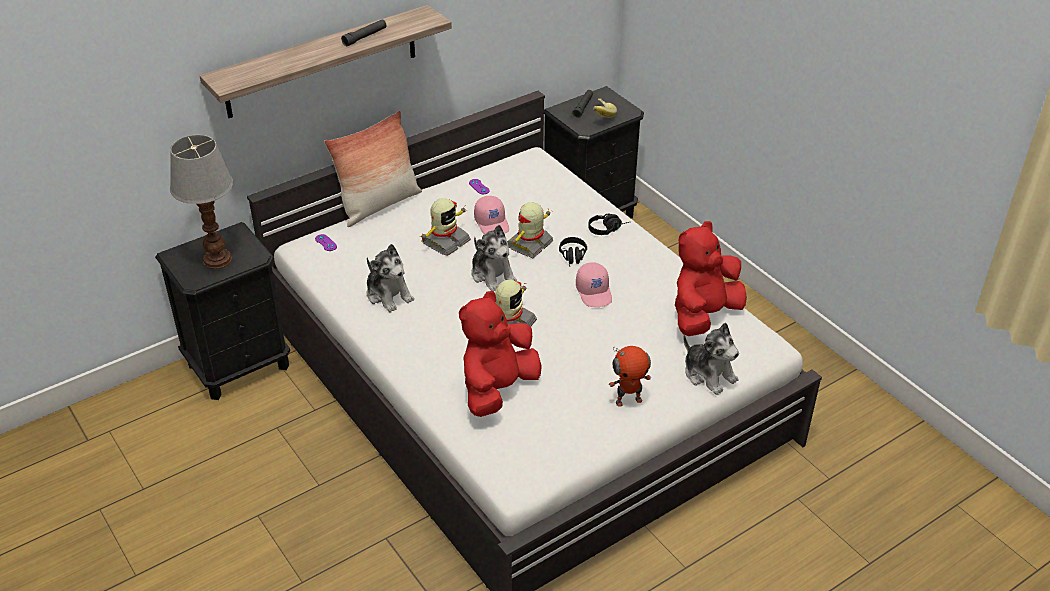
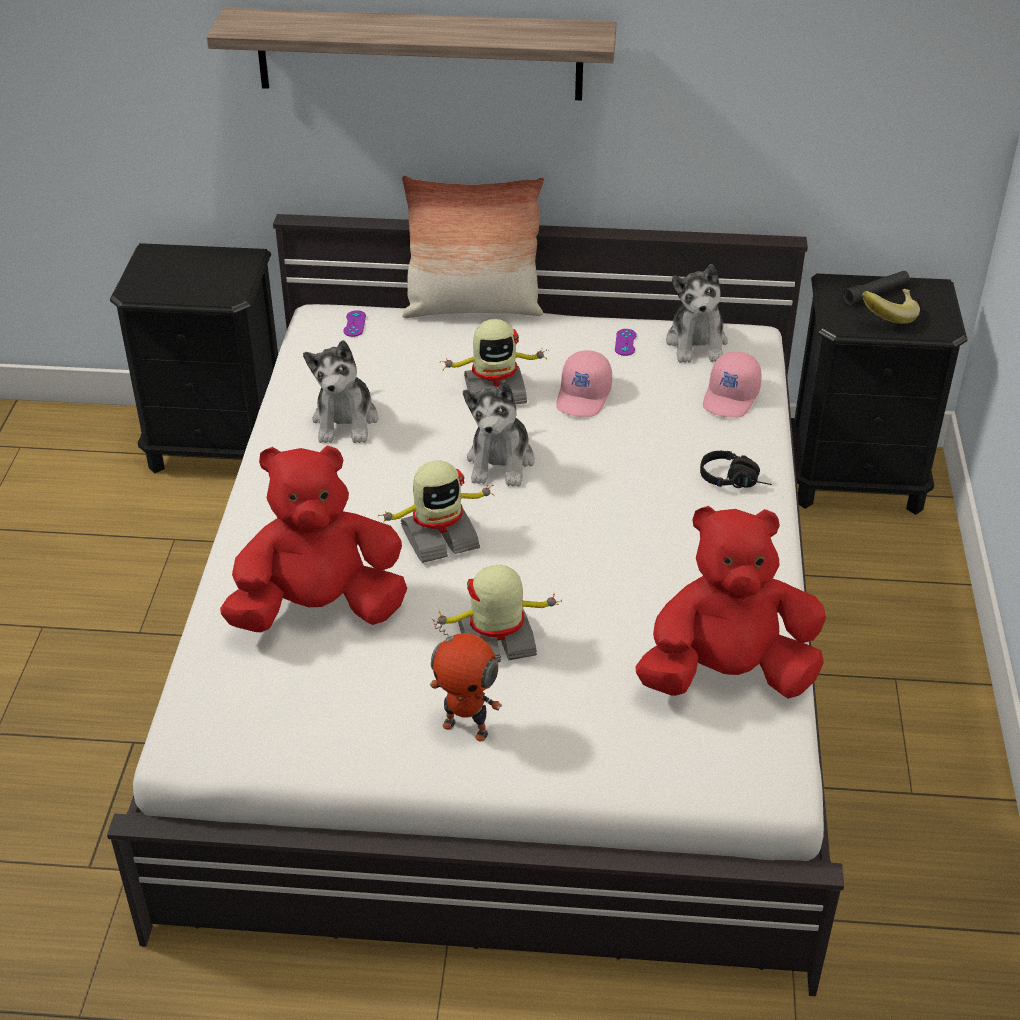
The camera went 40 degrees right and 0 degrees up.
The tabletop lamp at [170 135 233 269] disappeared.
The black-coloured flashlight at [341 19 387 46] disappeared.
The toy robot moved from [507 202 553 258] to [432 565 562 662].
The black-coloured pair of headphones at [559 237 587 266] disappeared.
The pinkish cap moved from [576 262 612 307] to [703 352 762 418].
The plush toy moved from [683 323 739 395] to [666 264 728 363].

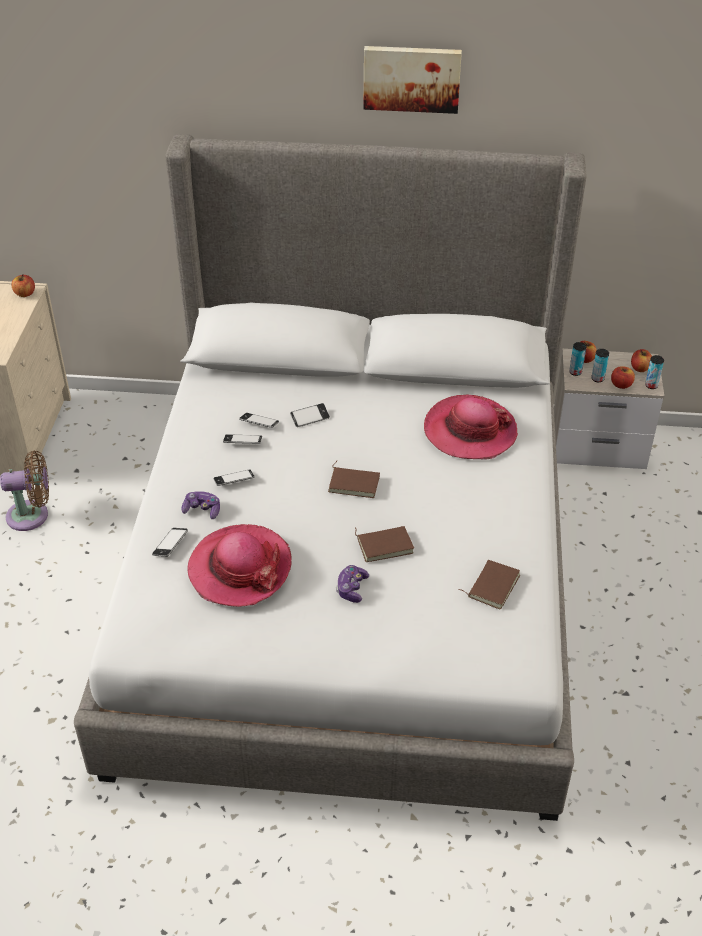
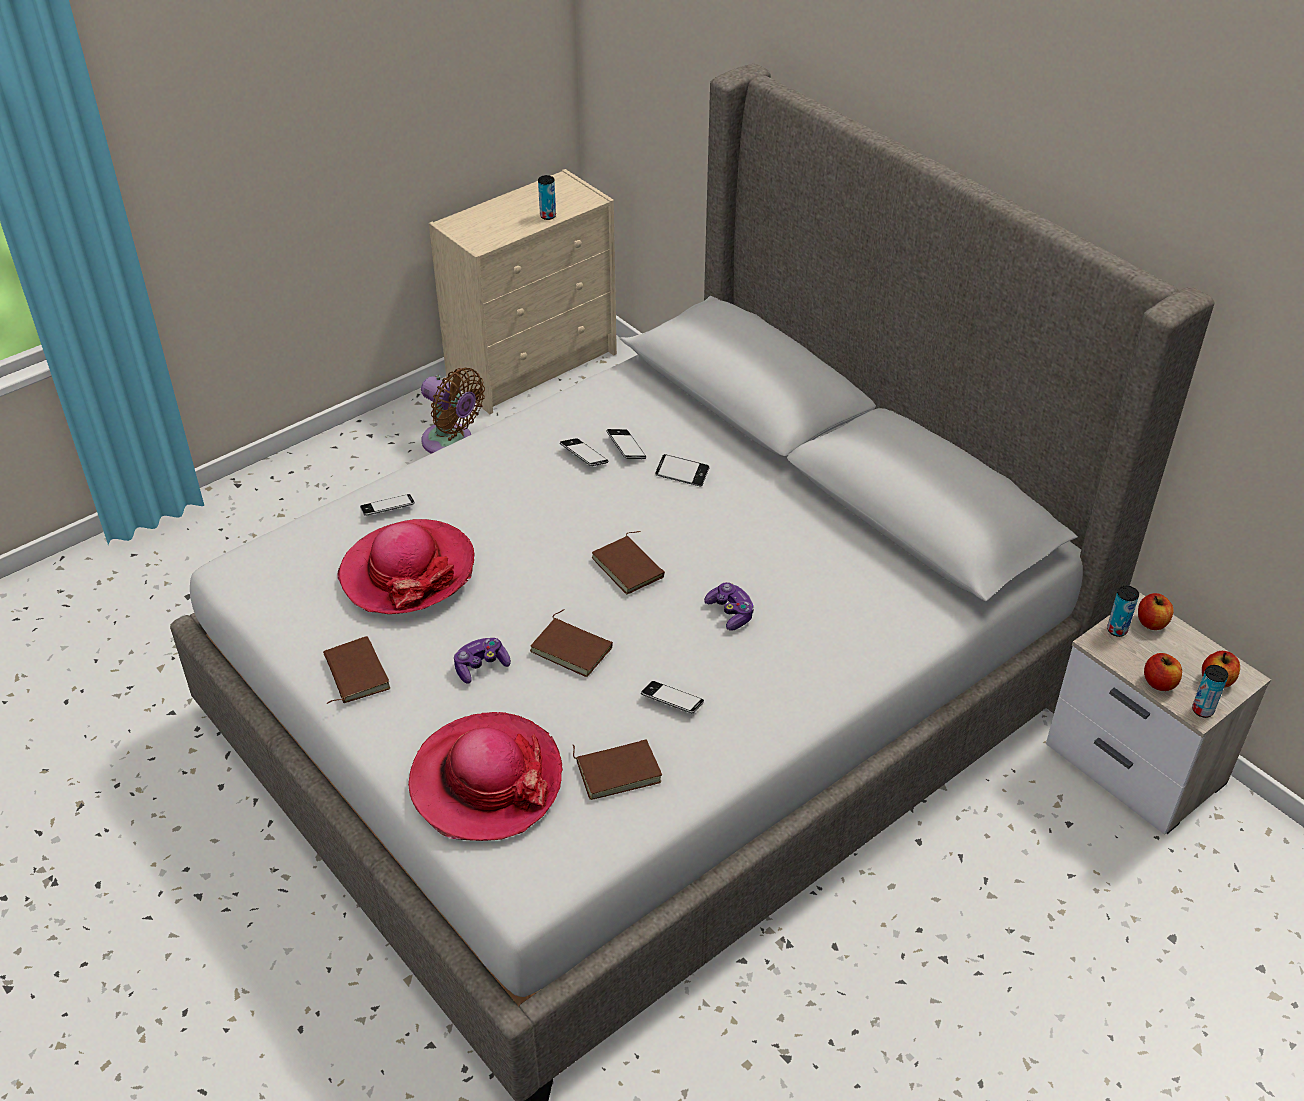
The camera went 45 degrees right and 0 degrees up.
The whole apple at [12 274 35 297] disappeared.
The gamepad moved from [182 491 220 519] to [704 582 754 631].
The telephone moved from [214 470 255 486] to [641 681 704 713].
The wall art at [364 46 462 114] disappeared.
The wearable hat moved from [424 395 518 459] to [408 712 563 841].
The can moved from [592 349 609 382] to [538 175 556 220].
The brownish book at [323 636 390 704] appeared.

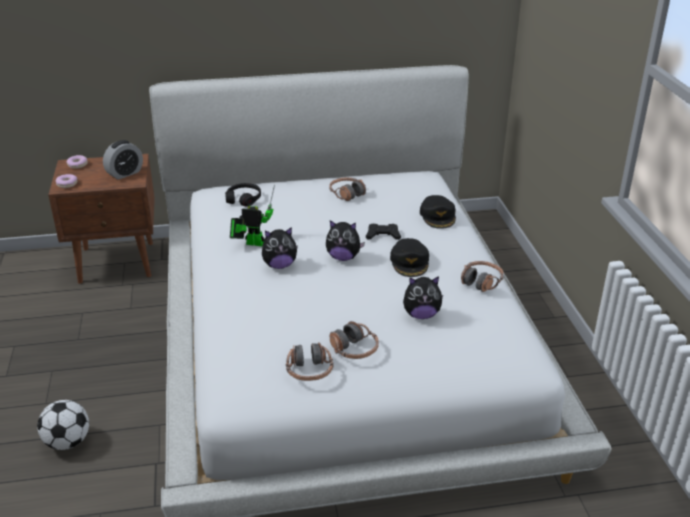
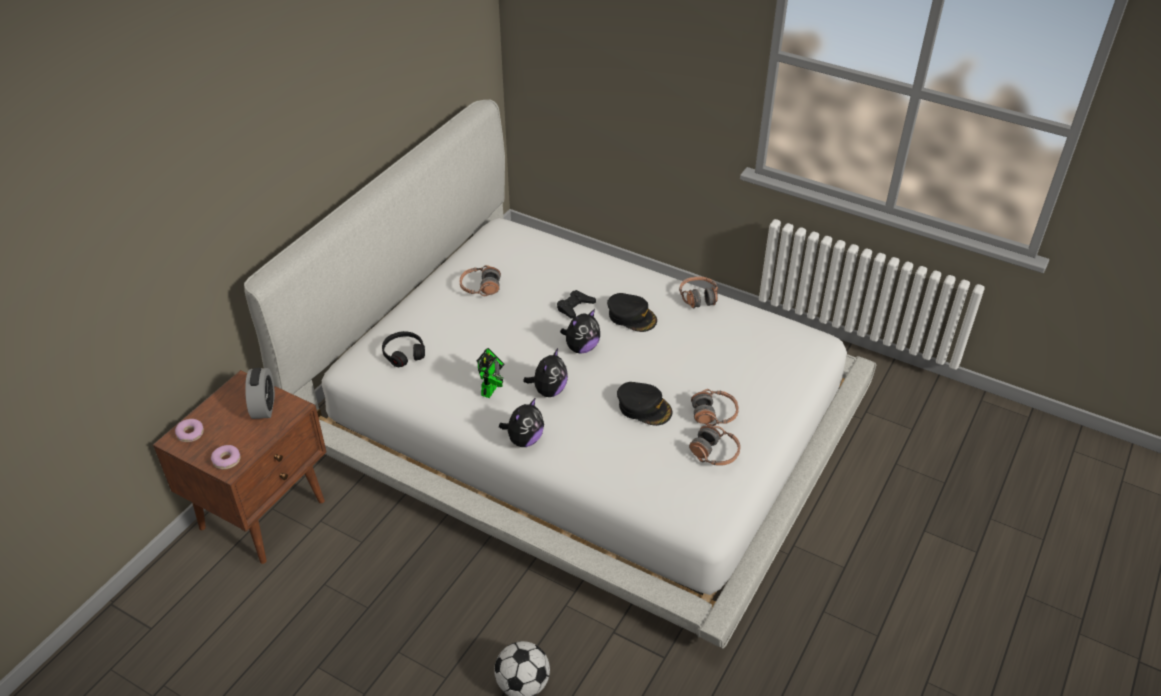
The camera went 50 degrees left and 10 degrees up.
The toy robot at [230 184 275 246] turned 150 degrees clockwise.
The plush toy moved from [403 276 443 319] to [499 397 544 447].
The black-coloured cap moved from [420 195 456 229] to [617 382 672 426].

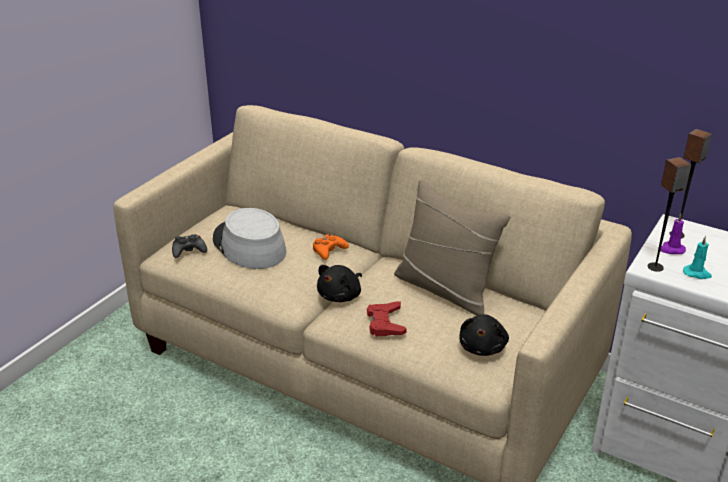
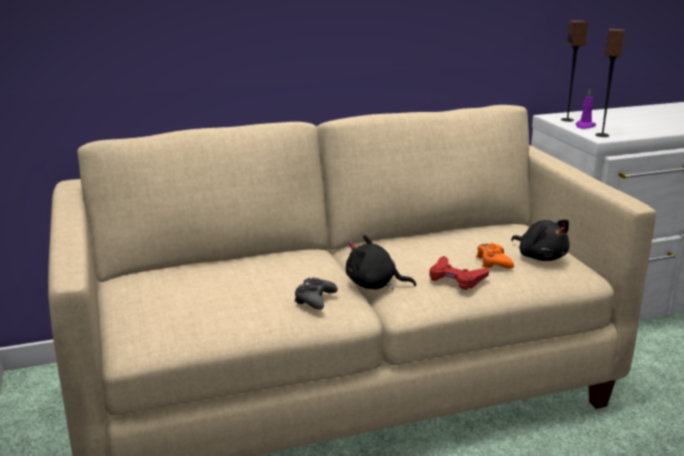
The camera went 50 degrees left and 10 degrees down.
The black-coloured gamepad moved from [172 234 207 258] to [294 278 338 310].
The greyish wearable hat at [213 208 286 269] disappeared.
The orange-coloured gamepad moved from [313 234 349 260] to [476 243 514 269].
The black-coloured plush toy at [317 265 362 302] turned 120 degrees clockwise.
The beige-coloured pillow at [394 181 510 315] disappeared.
The blue-green wax candle at [683 236 712 279] disappeared.

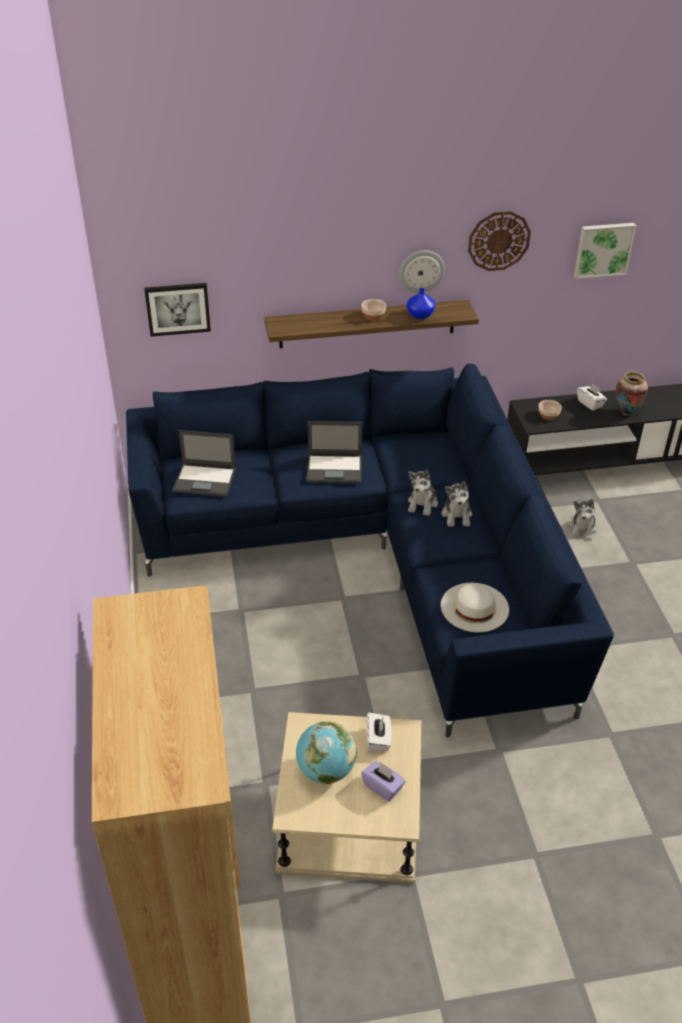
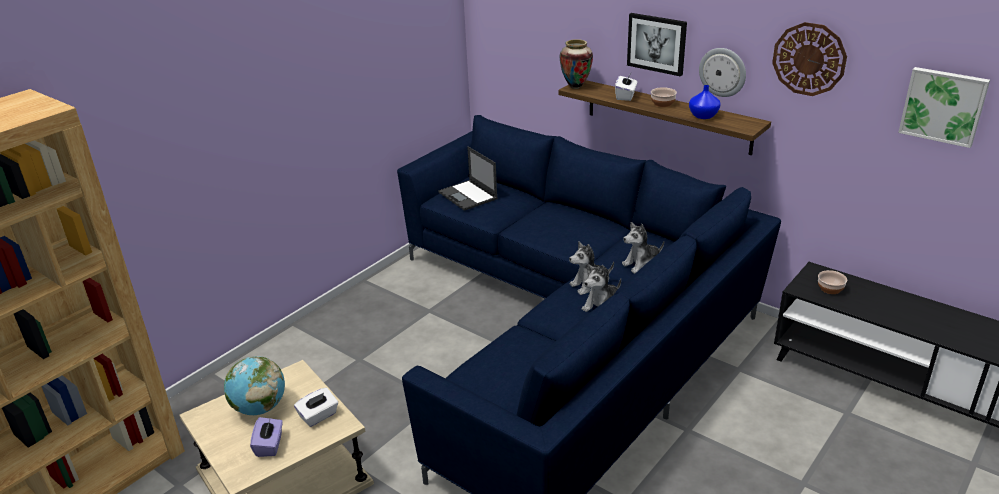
The camera went 50 degrees right and 10 degrees down.
The wall art moved from [144 283 211 337] to [627 13 687 76].
The portable computer at [306 421 363 483] disappeared.
The white wearable hat at [441 583 509 632] disappeared.
The plush toy moved from [569 499 597 540] to [622 222 664 274].
The white tissue holder moved from [577 383 607 411] to [615 73 637 101].
The vase moved from [616 371 648 416] to [559 39 593 89].

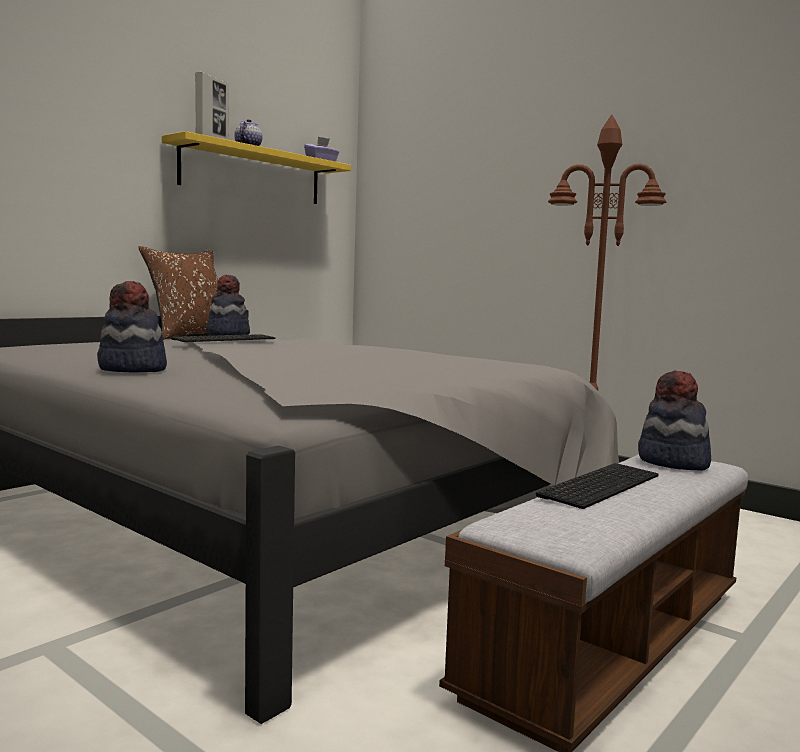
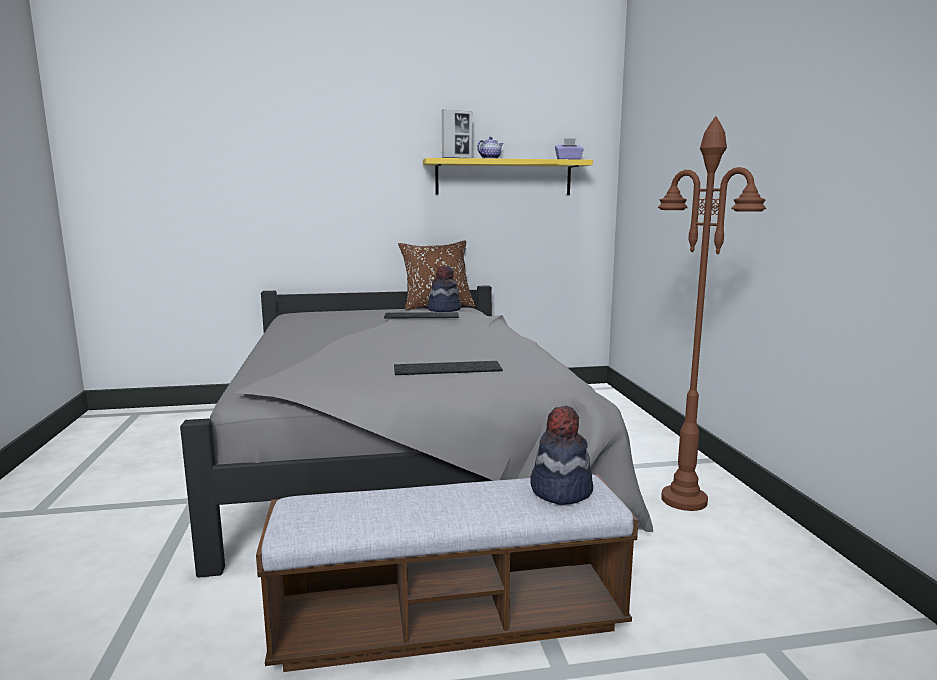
The camera went 40 degrees right and 5 degrees up.
The wearable hat at [97 281 167 372] disappeared.
The keyboard moved from [536 463 659 509] to [394 361 503 375].

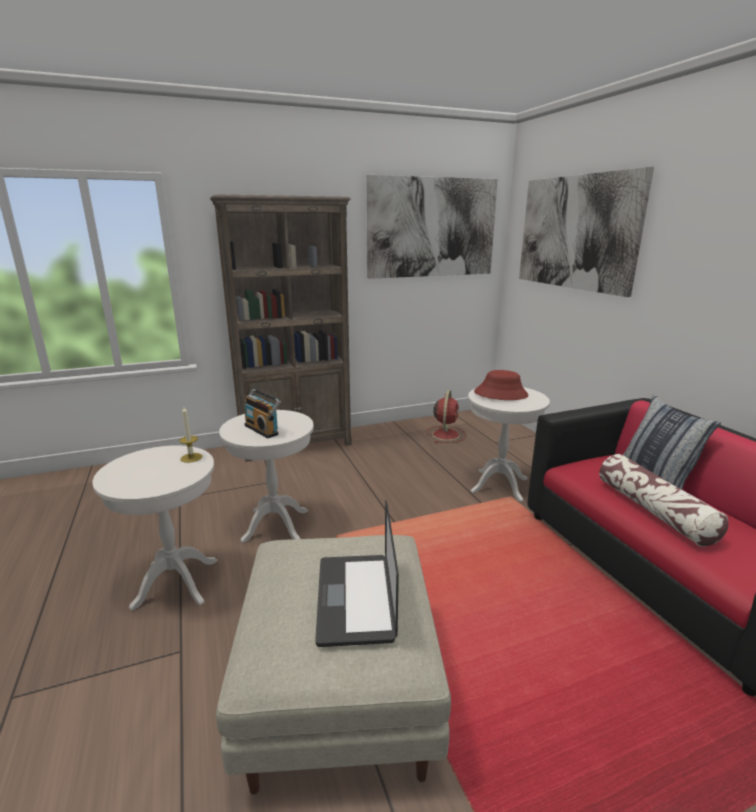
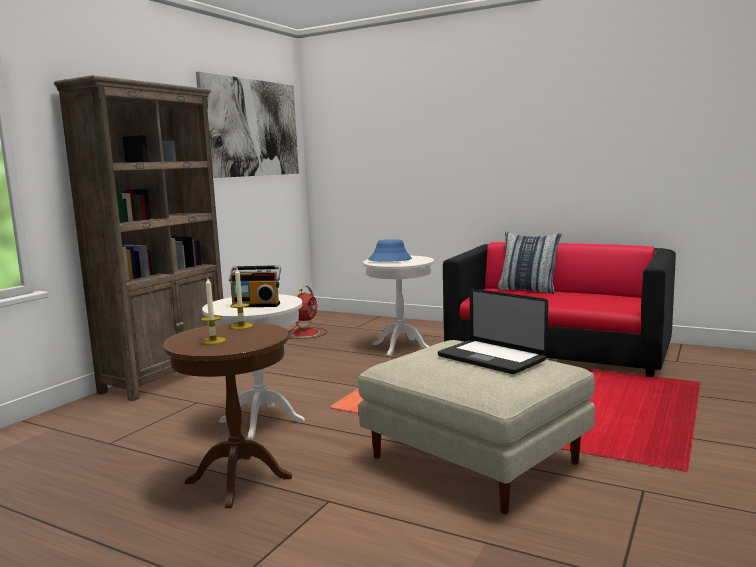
The camera went 40 degrees left and 10 degrees down.
The white side table at [93 445 218 611] became the brownish side table at [163 322 292 508].
The red-coloured fan at [426 390 466 443] turned 45 degrees clockwise.
The red-coloured wearable hat at [474 370 529 400] became the bluish wearable hat at [368 239 412 262].
The wall art at [519 167 654 297] disappeared.
The pillow at [599 454 728 547] disappeared.
The wax candle at [201 278 226 345] appeared.

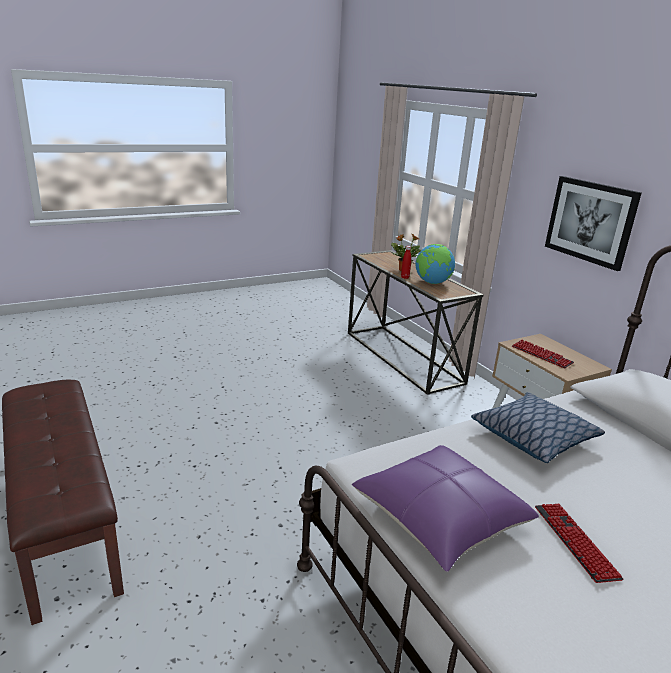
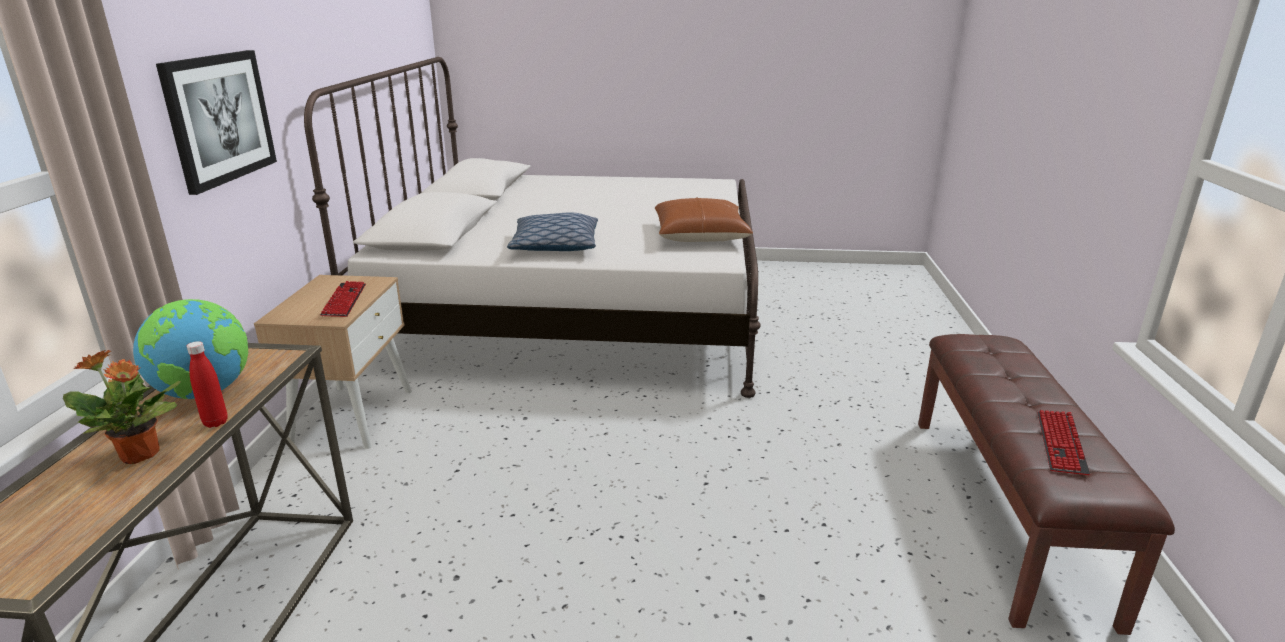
The camera went 145 degrees left and 0 degrees up.
The purplish pillow at [352 445 539 572] became the brownish pillow at [655 198 753 242].
The keyboard moved from [535 504 623 583] to [1037 410 1090 475].

